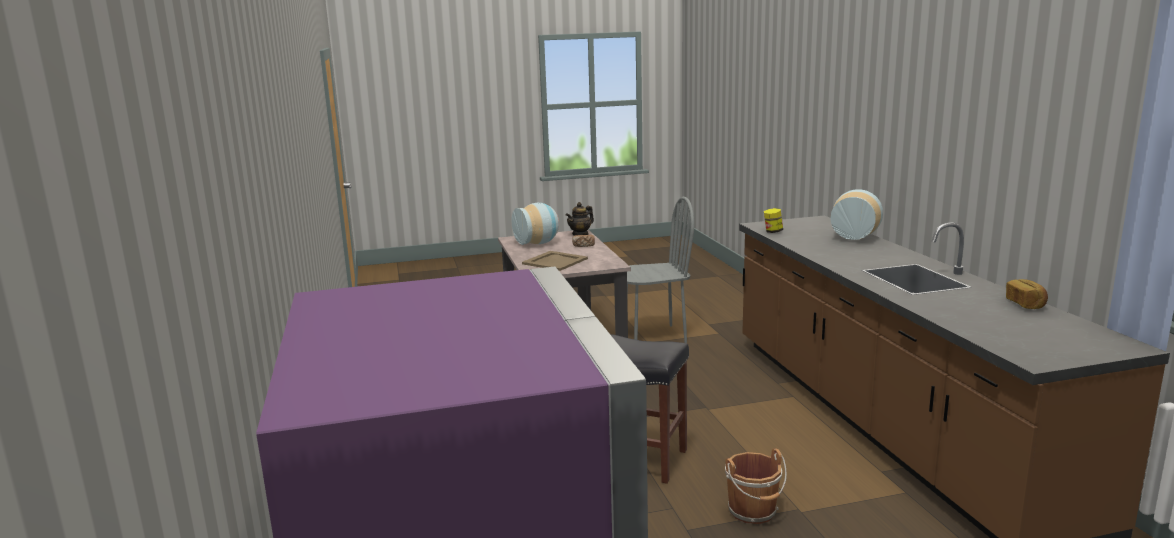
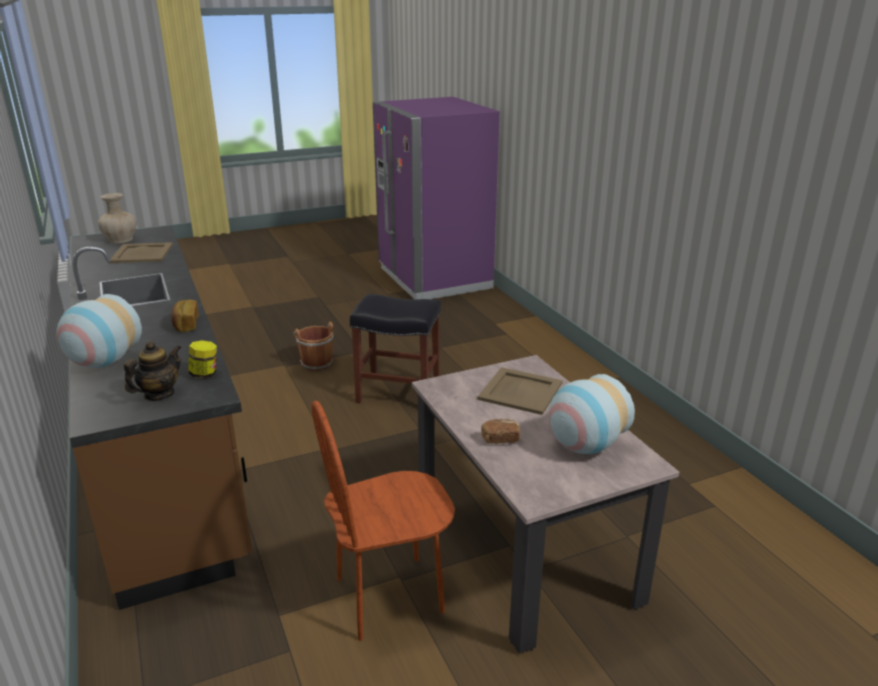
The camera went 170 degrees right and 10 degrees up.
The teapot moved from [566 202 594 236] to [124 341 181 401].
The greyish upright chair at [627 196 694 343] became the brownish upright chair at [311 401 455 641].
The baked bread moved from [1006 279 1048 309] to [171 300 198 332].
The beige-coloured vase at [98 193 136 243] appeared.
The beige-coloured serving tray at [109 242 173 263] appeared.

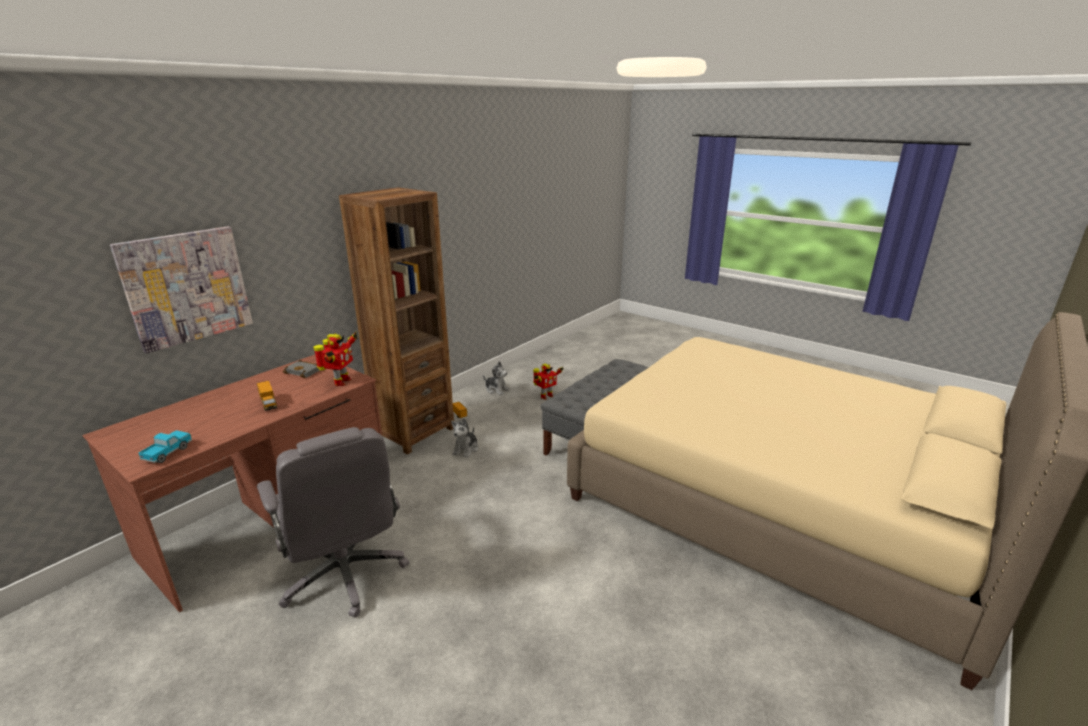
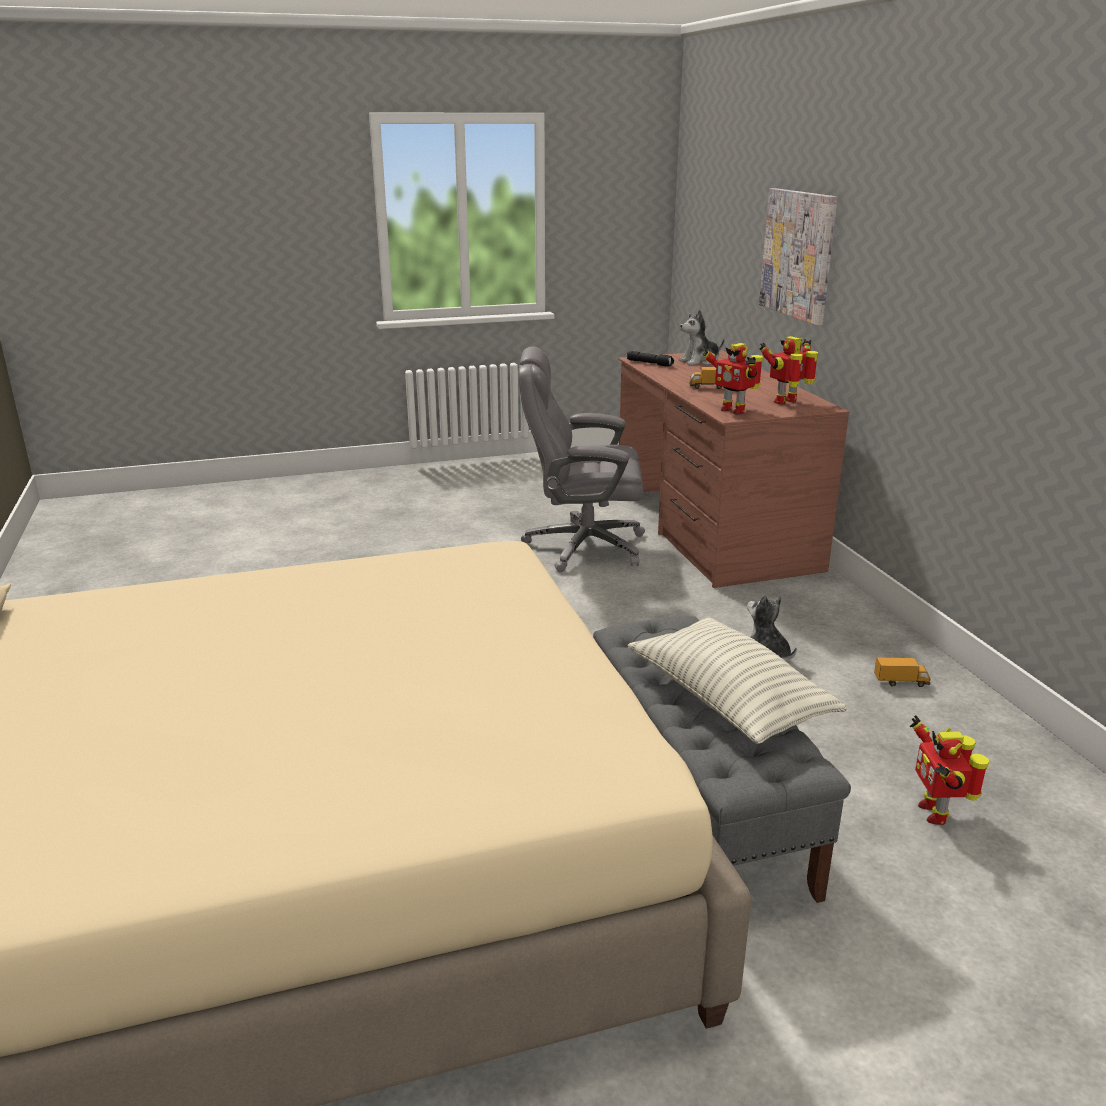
The camera went 125 degrees right and 0 degrees up.
The toy truck at [139 430 192 463] was replaced by the black-coloured flashlight at [627 351 674 367].
The greyish book at [282 360 320 378] was replaced by the toy robot at [760 336 818 404].
The brownish shelving unit at [339 187 454 455] disappeared.
The plush toy moved from [483 361 510 395] to [679 310 725 365].
The pillow at [627 618 847 744] appeared.

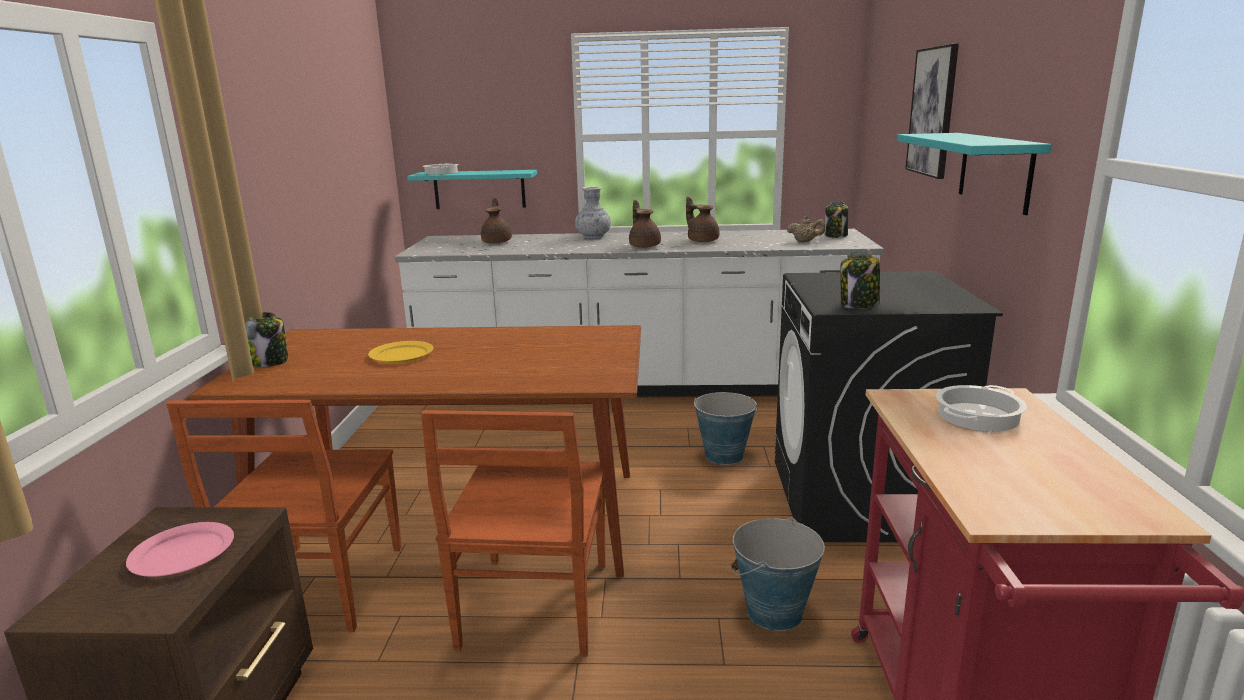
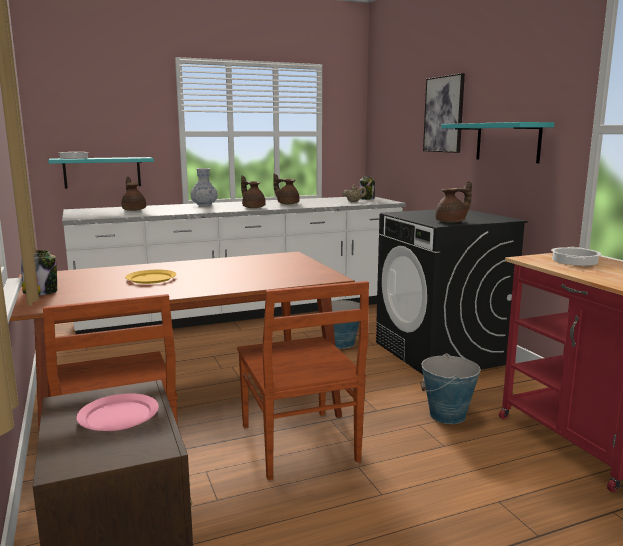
The camera went 25 degrees left and 5 degrees down.
The preserve jar at [840 252 880 309] was replaced by the brownish teapot at [435 181 472 223].

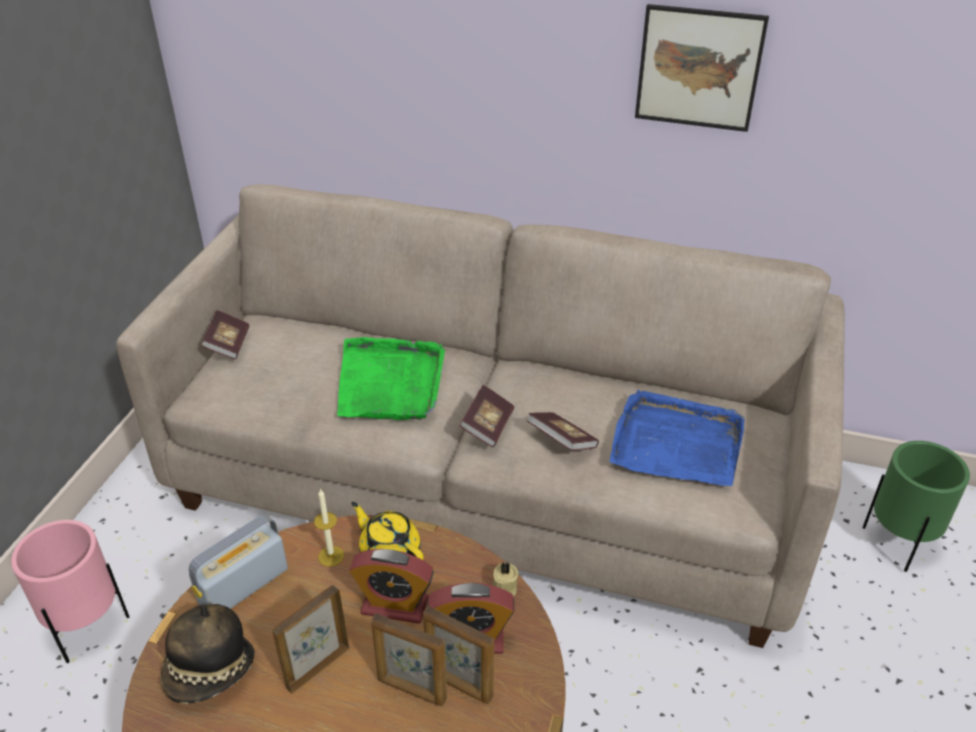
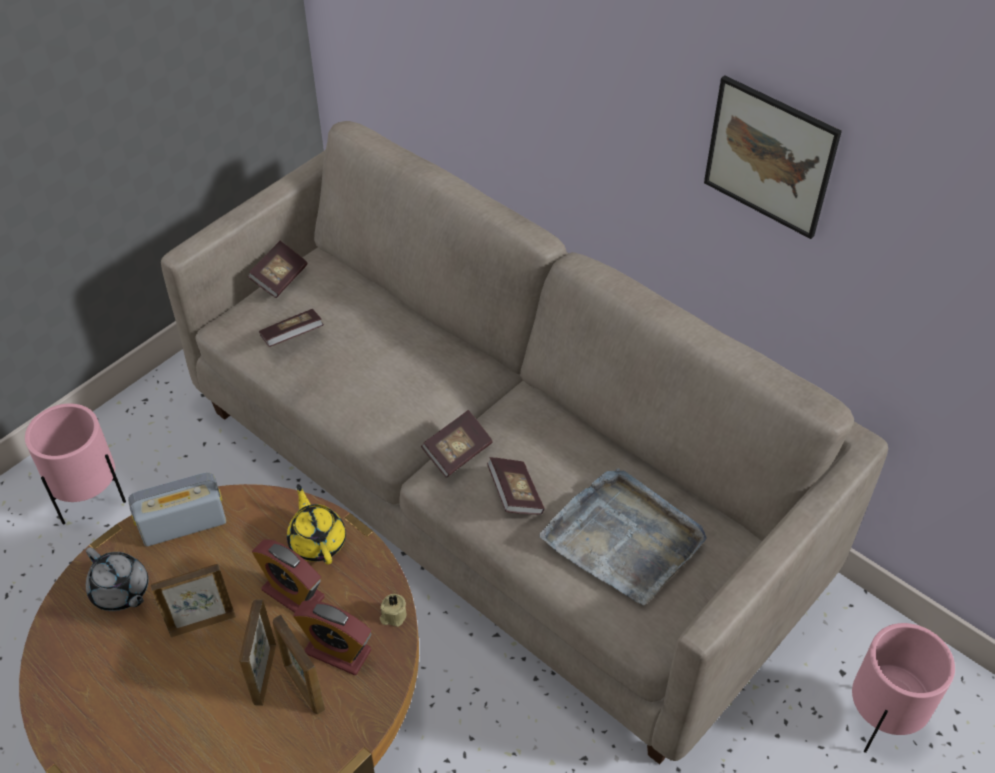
The camera went 25 degrees right and 10 degrees up.
The wearable hat at [160 604 255 704] was replaced by the greyish teapot at [86 547 148 611].
The wax candle at [314 489 344 567] disappeared.
The greenish serving tray at [337 337 445 420] disappeared.
The picture frame at [371 613 447 706] turned 45 degrees clockwise.
The bluish serving tray at [610 390 745 486] became the greyish serving tray at [539 468 707 605].
The greenish flower pot at [863 441 970 572] became the pinkish flower pot at [852 623 955 753].
The book at [259 309 324 347] appeared.

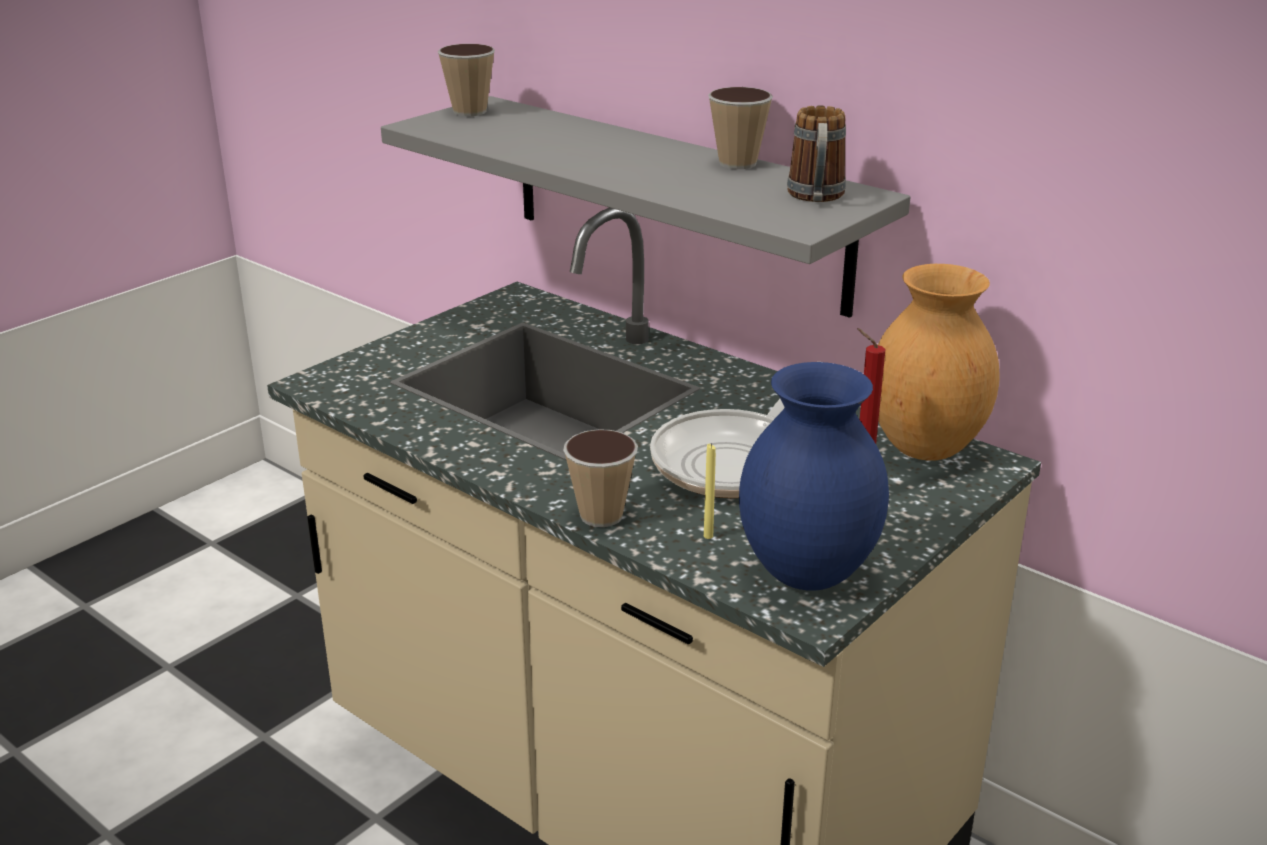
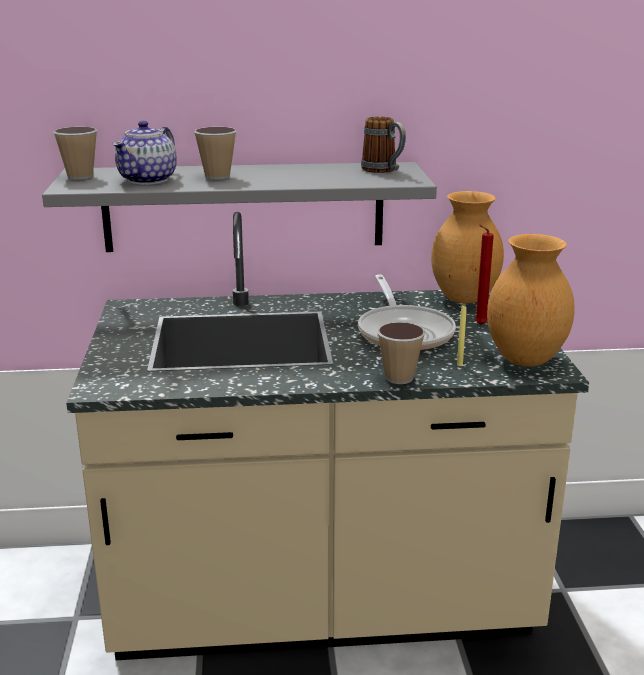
The camera went 45 degrees left and 5 degrees down.
The drinking cup moved from [708 87 773 169] to [194 127 237 180].
The bluish vase at [739 362 889 591] became the brownish vase at [487 234 575 367].
The teapot at [112 121 177 185] appeared.

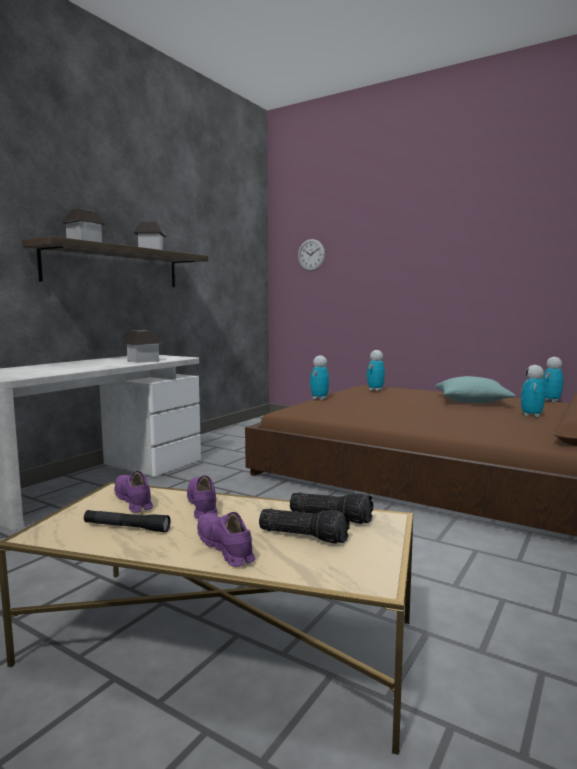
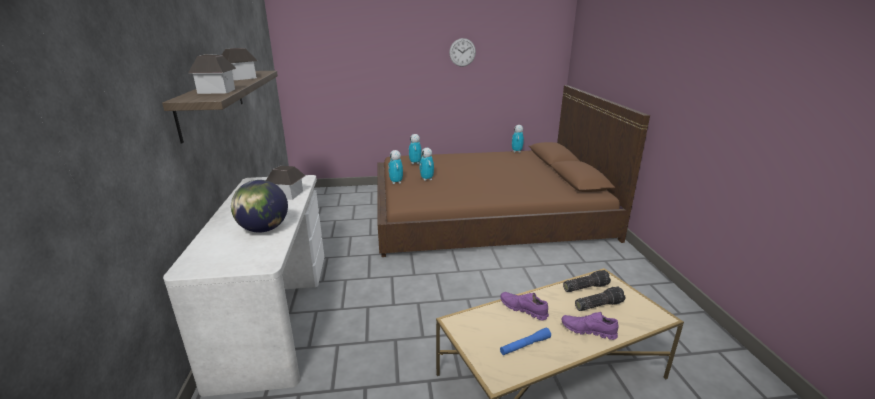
The camera went 40 degrees left and 15 degrees up.
The black-coloured flashlight at [84 510 171 533] became the bluish flashlight at [500 328 551 355].
The purplish low shoe at [114 471 153 513] disappeared.
The clock on the wall moved from [298 239 325 271] to [449 38 476 67].
The blue-green pillow at [435 376 516 403] disappeared.
The toy robot moved from [521 365 545 417] to [419 148 434 181].
The desk globe at [231 180 288 233] appeared.

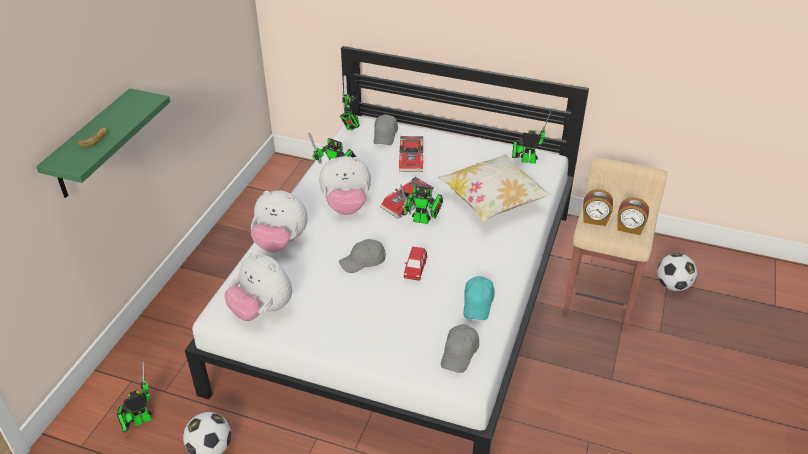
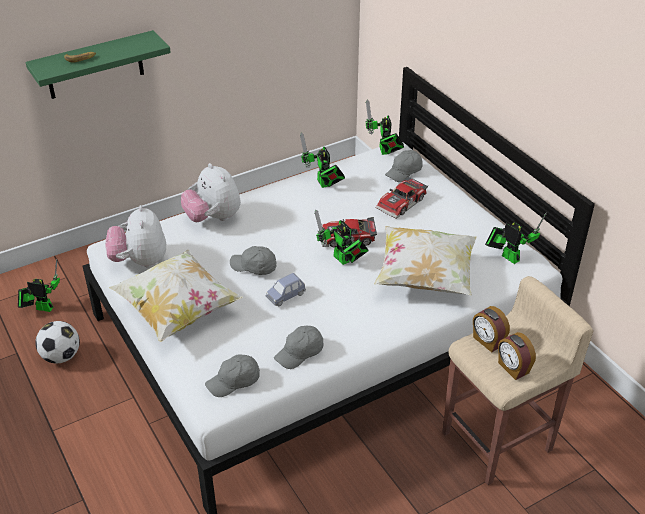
The camera went 40 degrees right and 0 degrees up.
The plush toy at [319 156 371 215] disappeared.
The toy robot at [340 75 360 130] turned 75 degrees counterclockwise.
The red-coloured toy car at [404 247 427 281] became the bluish toy car at [266 273 306 306].
The blue-green cap at [463 276 495 320] became the greyish cap at [274 325 323 369].
The football ball at [657 253 697 291] disappeared.
The pillow at [109 250 243 342] appeared.

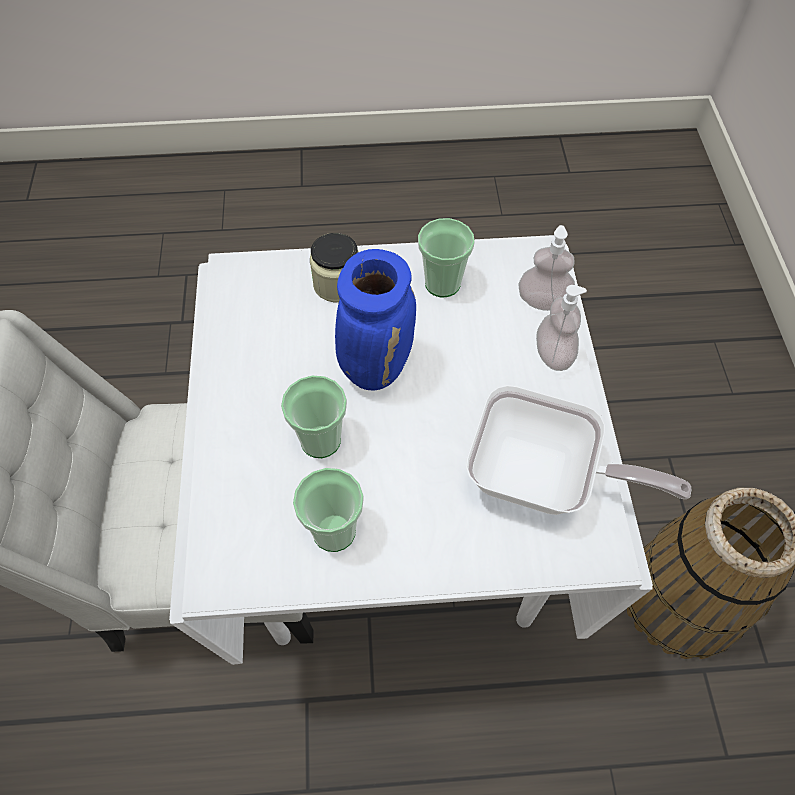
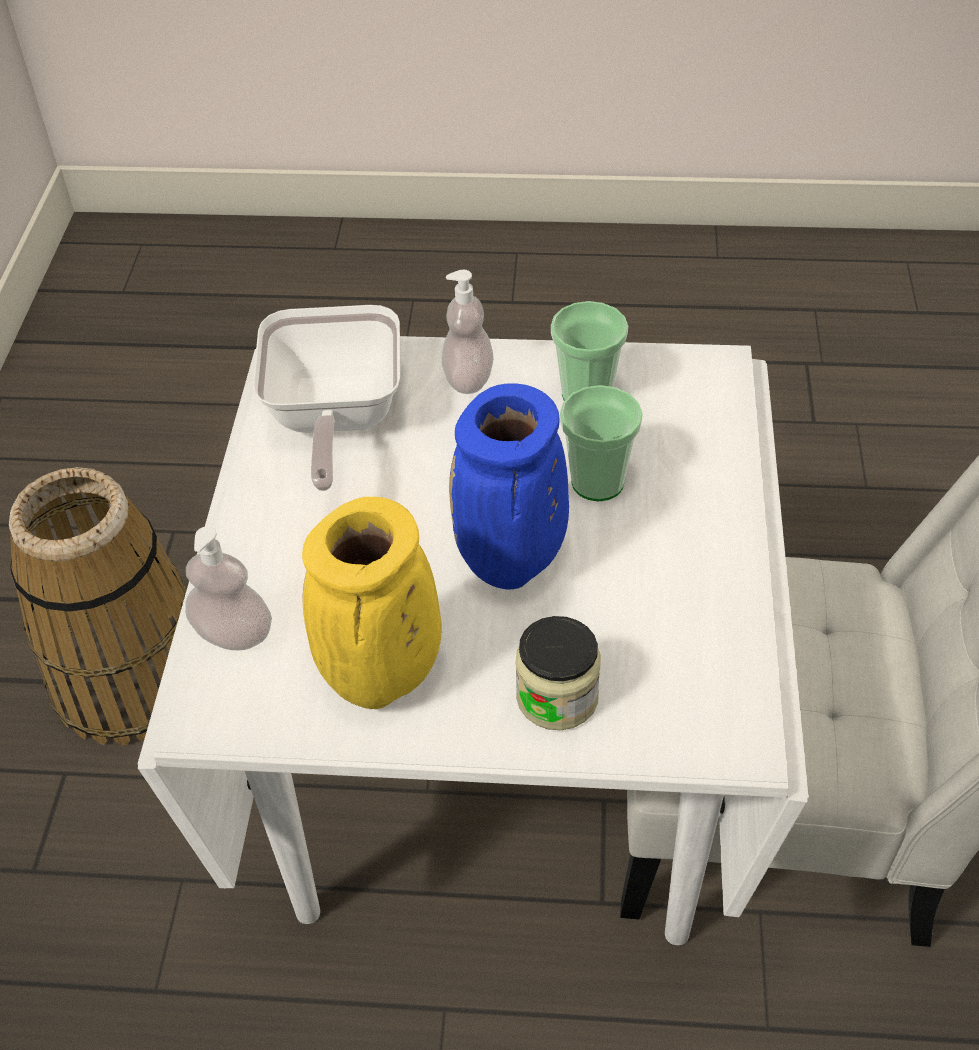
The camera went 170 degrees left and 10 degrees down.
The drinking cup at [418 218 475 297] was replaced by the yellow vase at [302 497 441 709].
The pan at [466 385 692 515] turned 120 degrees counterclockwise.
The soap bottle moved from [536 285 587 371] to [441 270 494 394].

